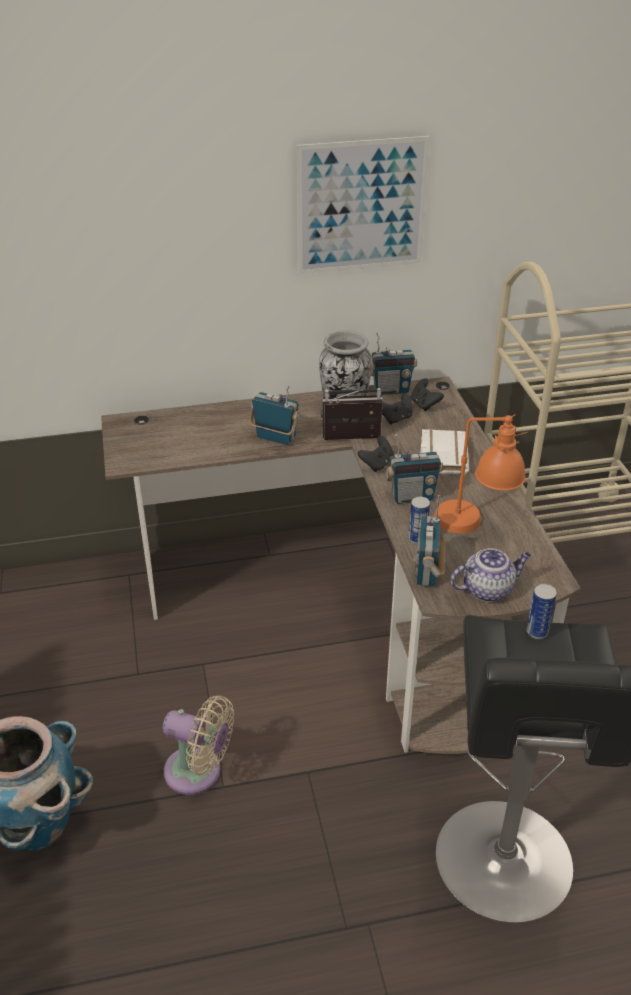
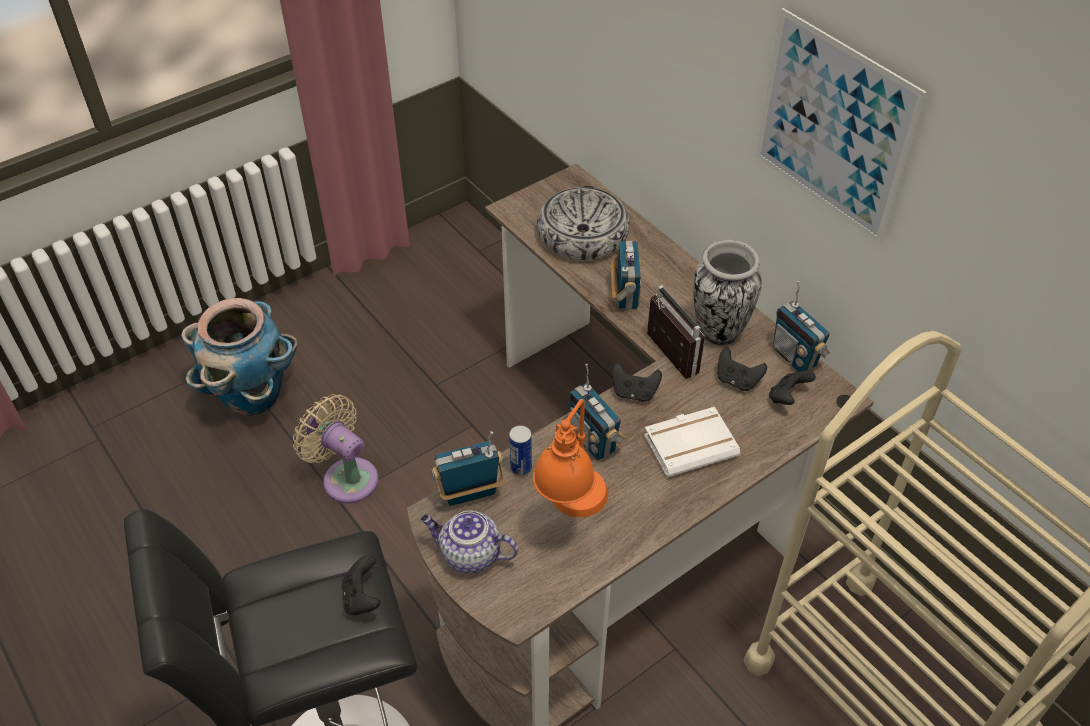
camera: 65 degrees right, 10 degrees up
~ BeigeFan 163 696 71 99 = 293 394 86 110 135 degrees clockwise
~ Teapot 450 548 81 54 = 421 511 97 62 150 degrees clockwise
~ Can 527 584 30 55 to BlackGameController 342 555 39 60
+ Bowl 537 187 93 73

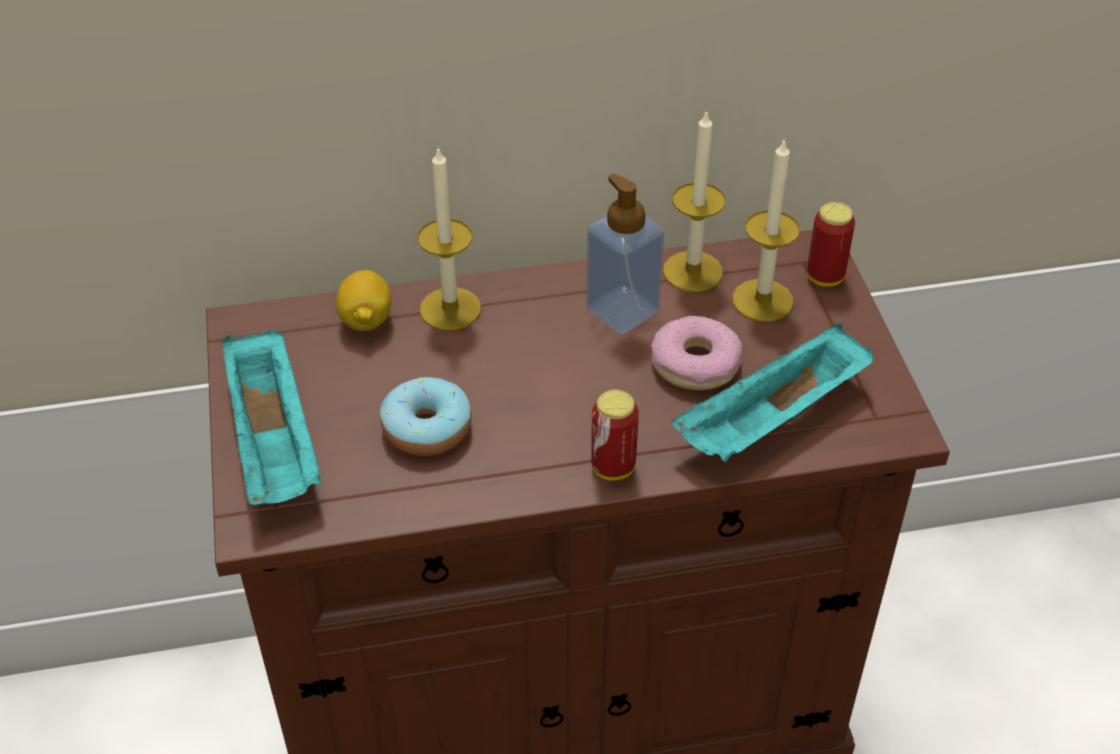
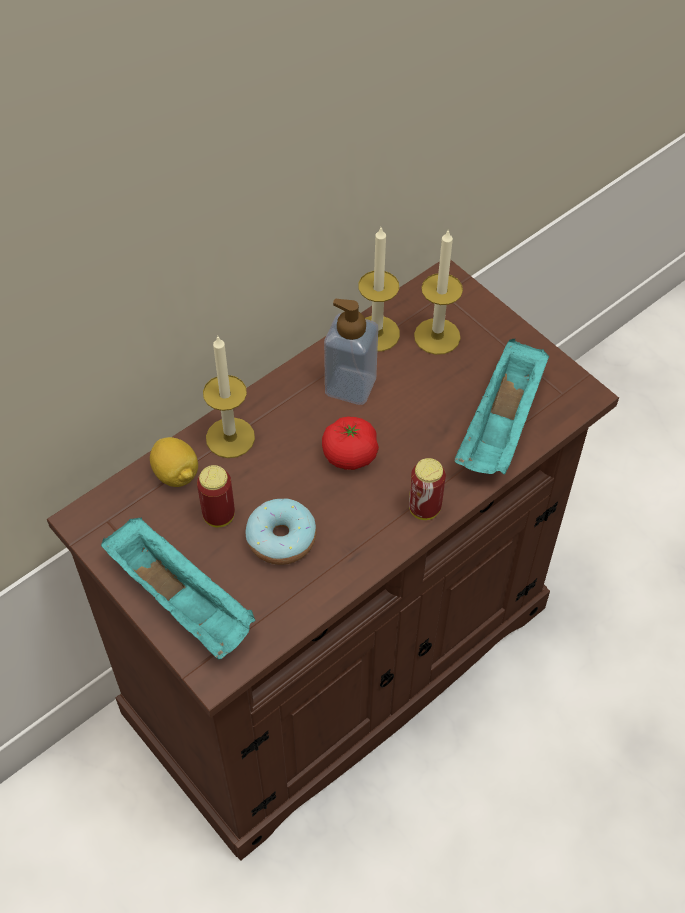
camera: 30 degrees left, 10 degrees up
- Donut 651 316 91 75
~ Can 807 202 48 85 to 197 465 38 62
+ Tomato 322 416 57 54

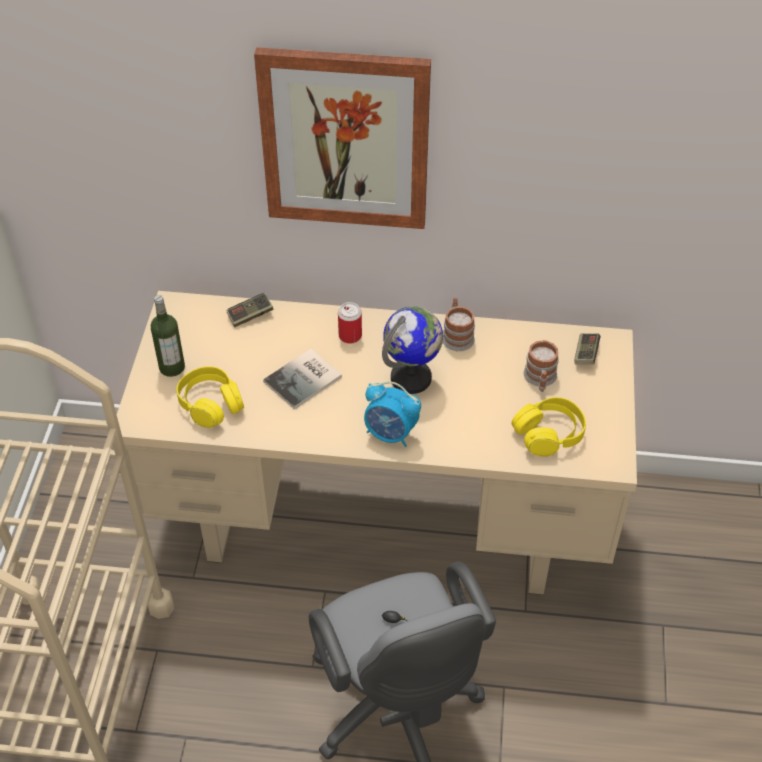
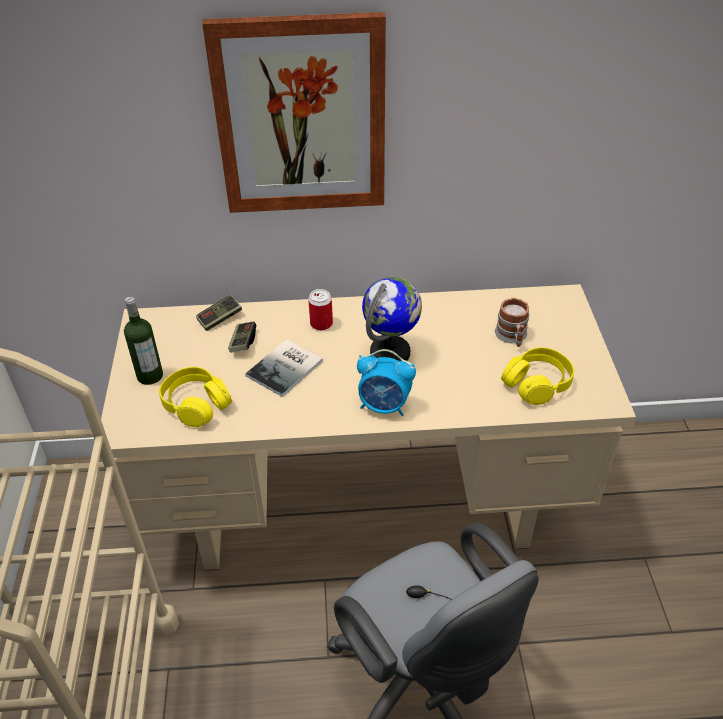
camera: 10 degrees left, 5 degrees down
- Mug 443 297 32 54
~ GameController 574 333 27 31 to 228 321 28 32

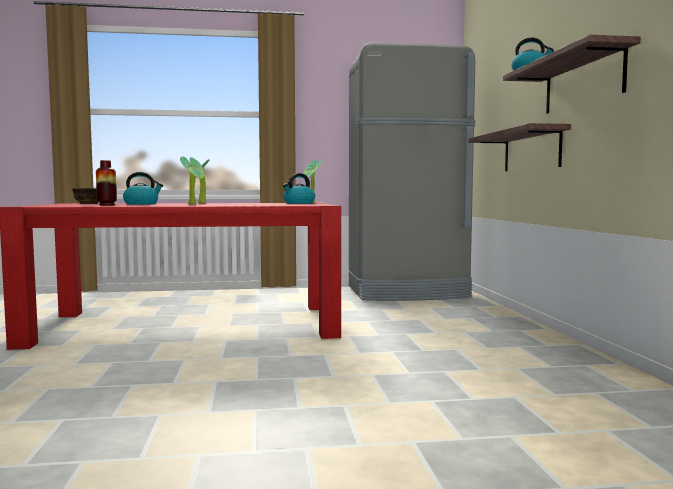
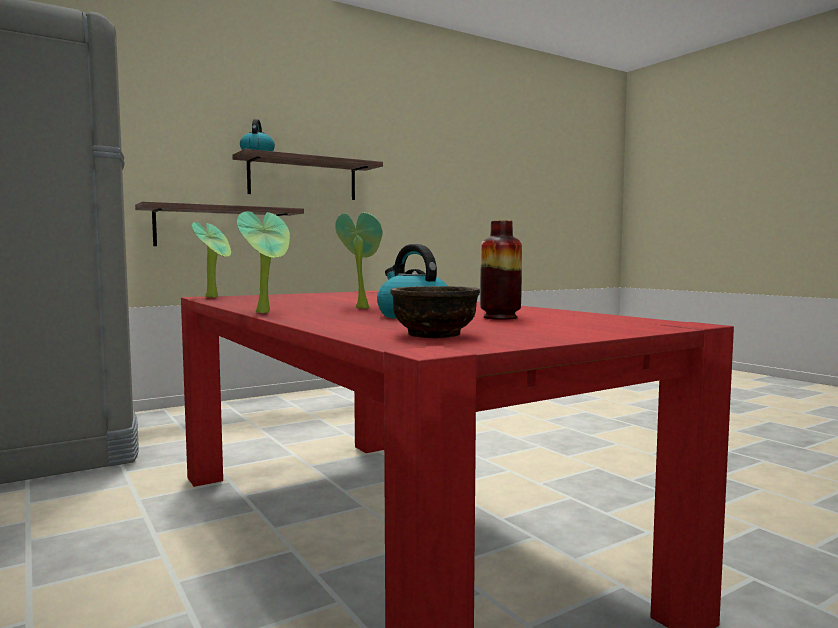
camera: 115 degrees left, 0 degrees up
- Kettle 283 173 32 31

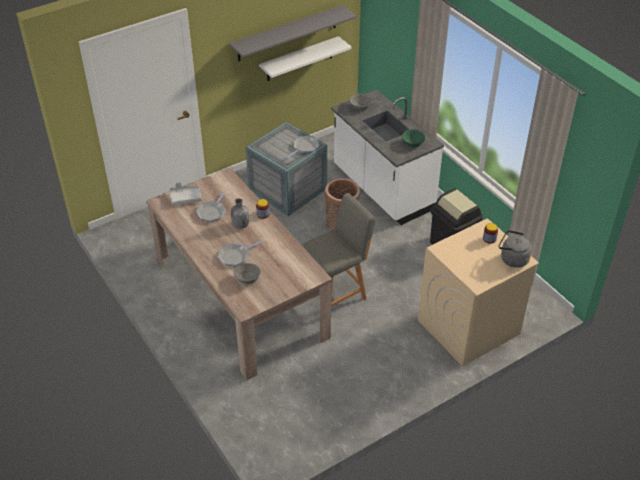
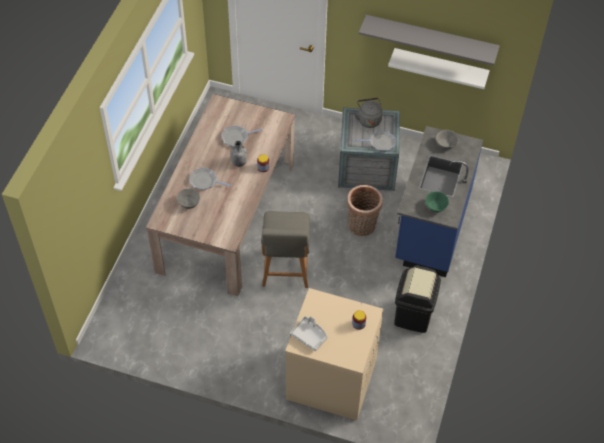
camera: 50 degrees right, 10 degrees up
~ GreyTray 169 182 33 23 to 290 316 37 35
~ GreyChair 301 193 74 114 = 261 211 49 77 75 degrees clockwise
~ WhiteCounter 331 89 113 136 to BlueCounter 395 126 88 151
~ GreyKettle 499 230 33 38 to 354 98 28 30

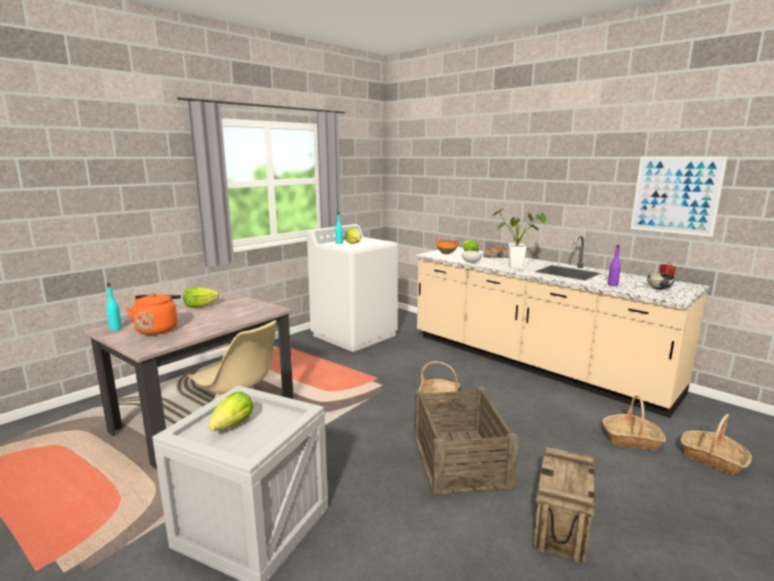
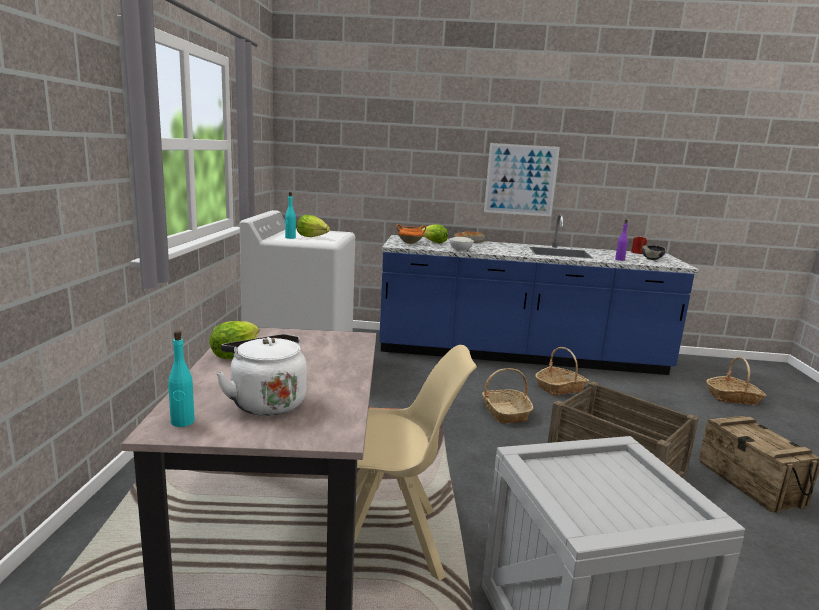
camera: 40 degrees left, 0 degrees up
~ OrangeKettle 125 293 56 42 to WhiteKettle 216 334 91 82
- Lettuce 208 391 45 40
~ BeigeCounter 415 235 295 183 to BlueCounter 379 213 320 162
- PottedPlant 493 209 54 60
~ Basket 603 395 64 56 to 535 347 54 49
~ Picture 631 157 97 80 to 484 143 76 73

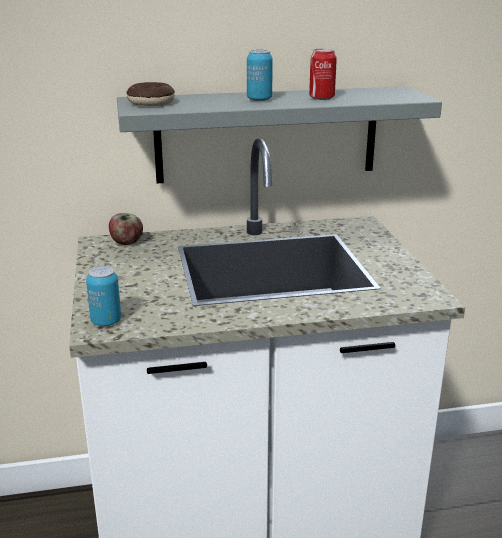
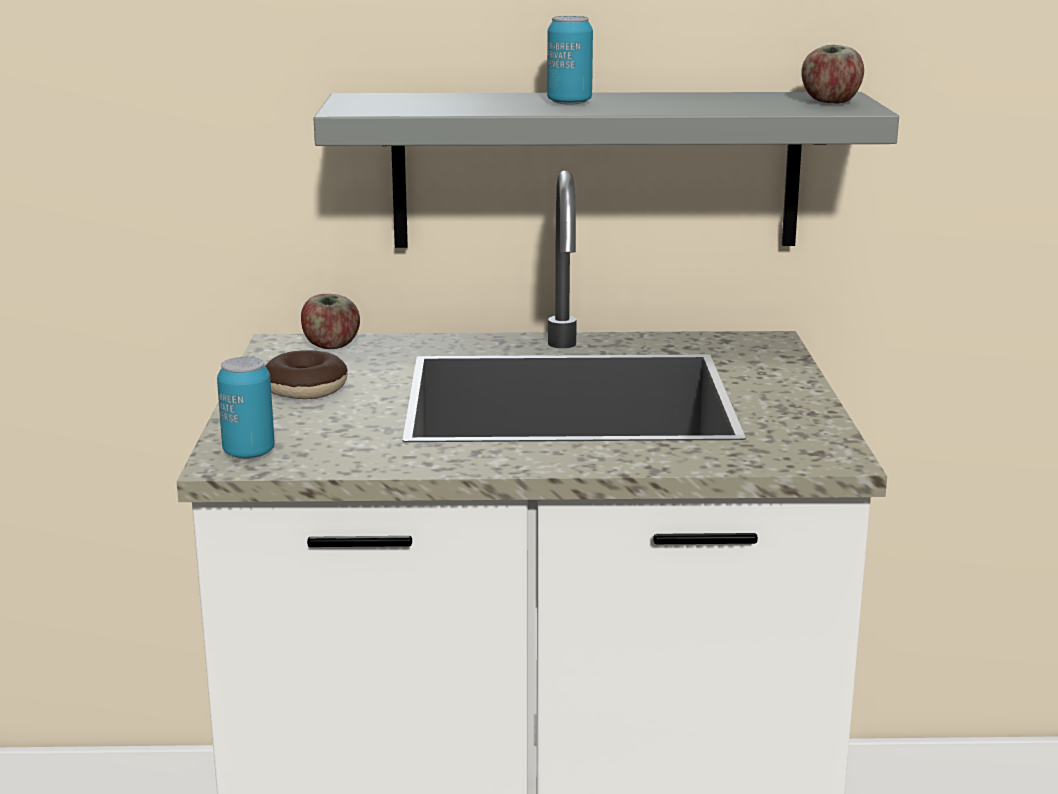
camera: 10 degrees right, 5 degrees down
~ Donut 126 82 49 24 to 265 350 83 49
- Can 309 48 28 52
+ Apple 801 45 63 59

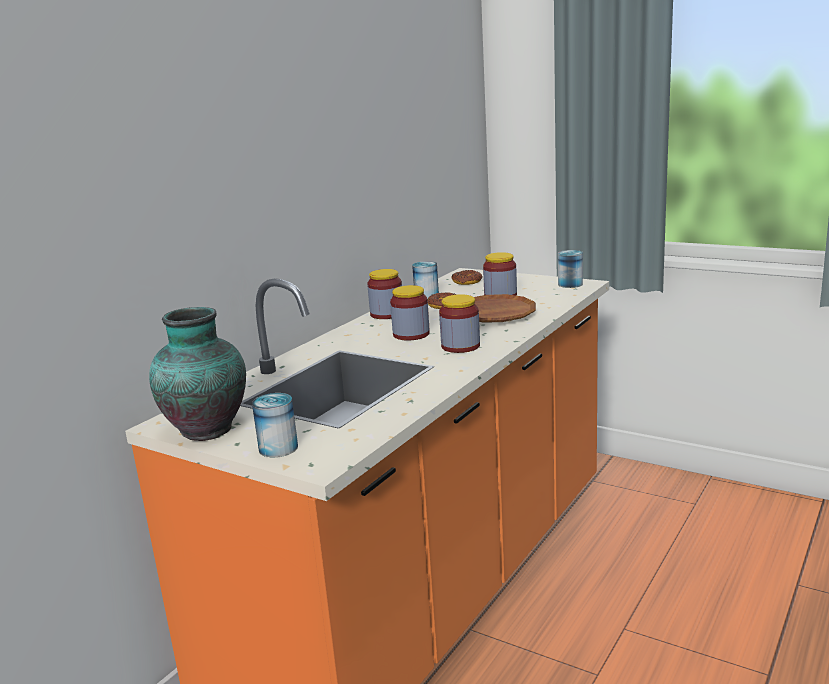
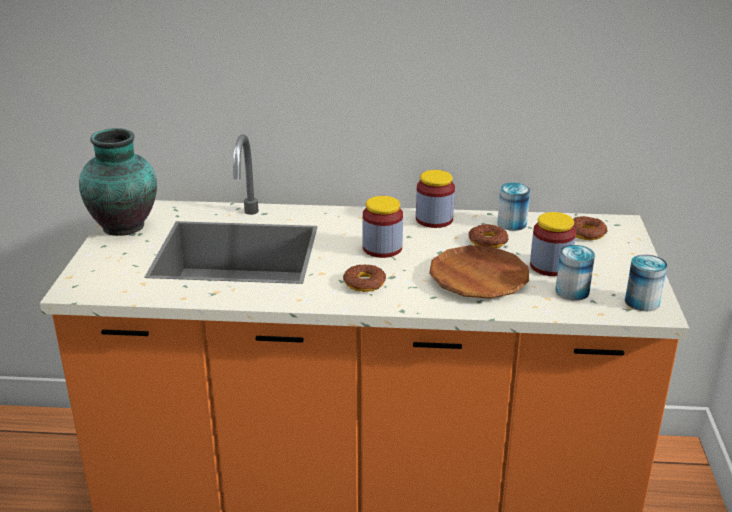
camera: 60 degrees right, 10 degrees up
~ Can 252 393 46 64 to 556 245 39 56
~ Jar 439 294 41 59 to Donut 343 264 43 28

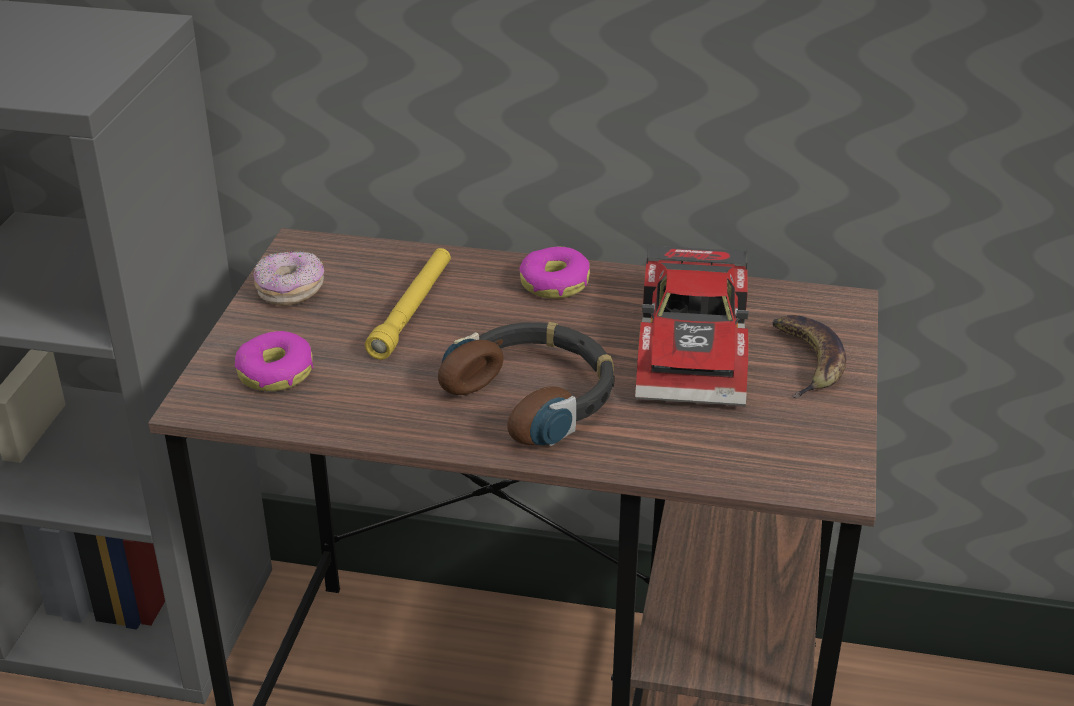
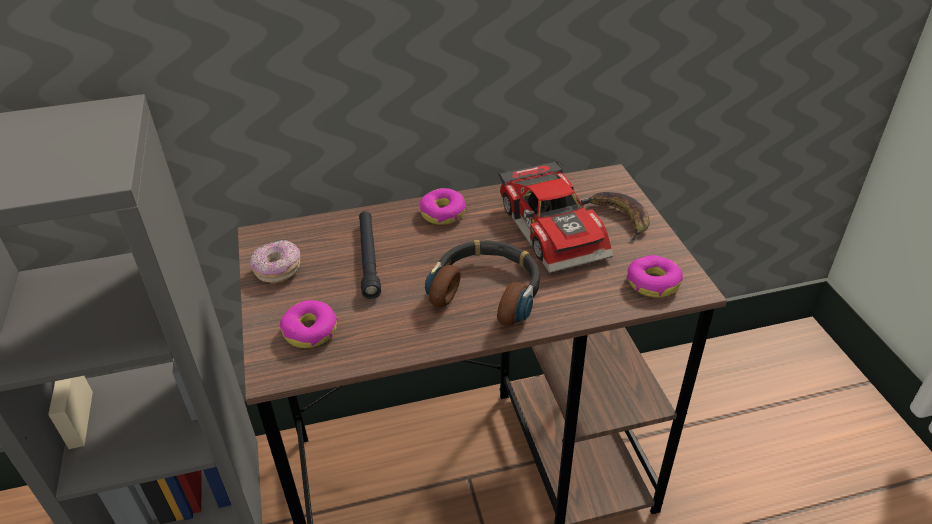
camera: 25 degrees left, 5 degrees up
~ YellowFlashlight 365 248 86 112 to BlackFlashlight 359 211 22 88
+ Donut 627 255 56 42

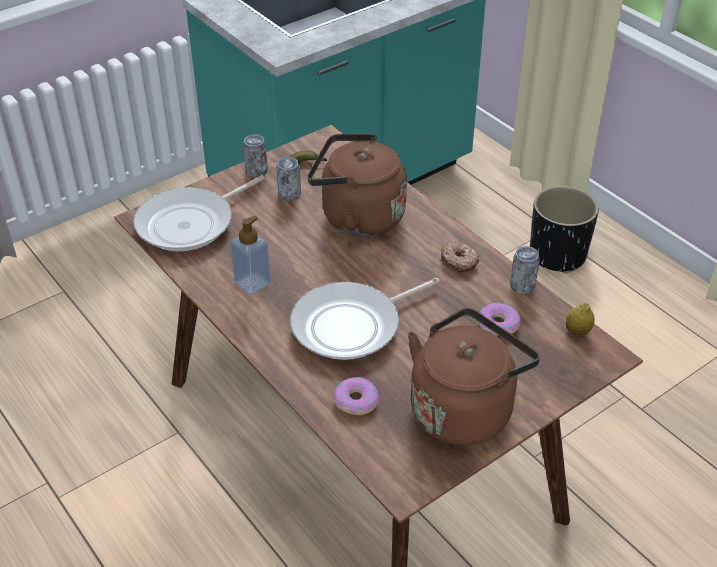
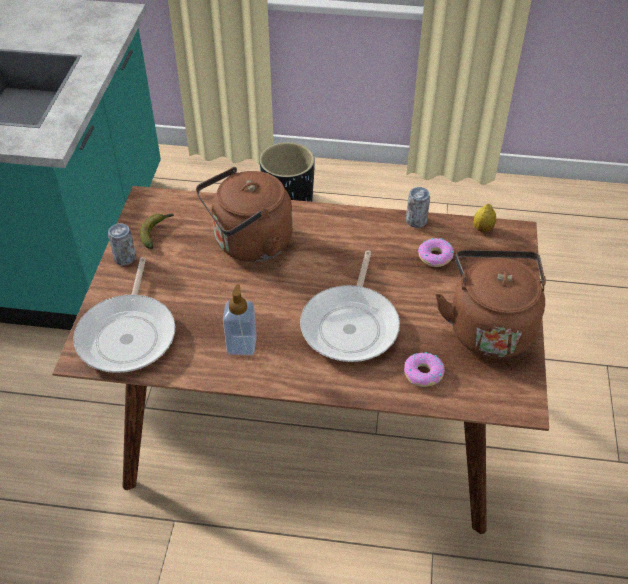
camera: 45 degrees left, 5 degrees up
- Can 276 157 25 44
- Donut 441 241 38 31

